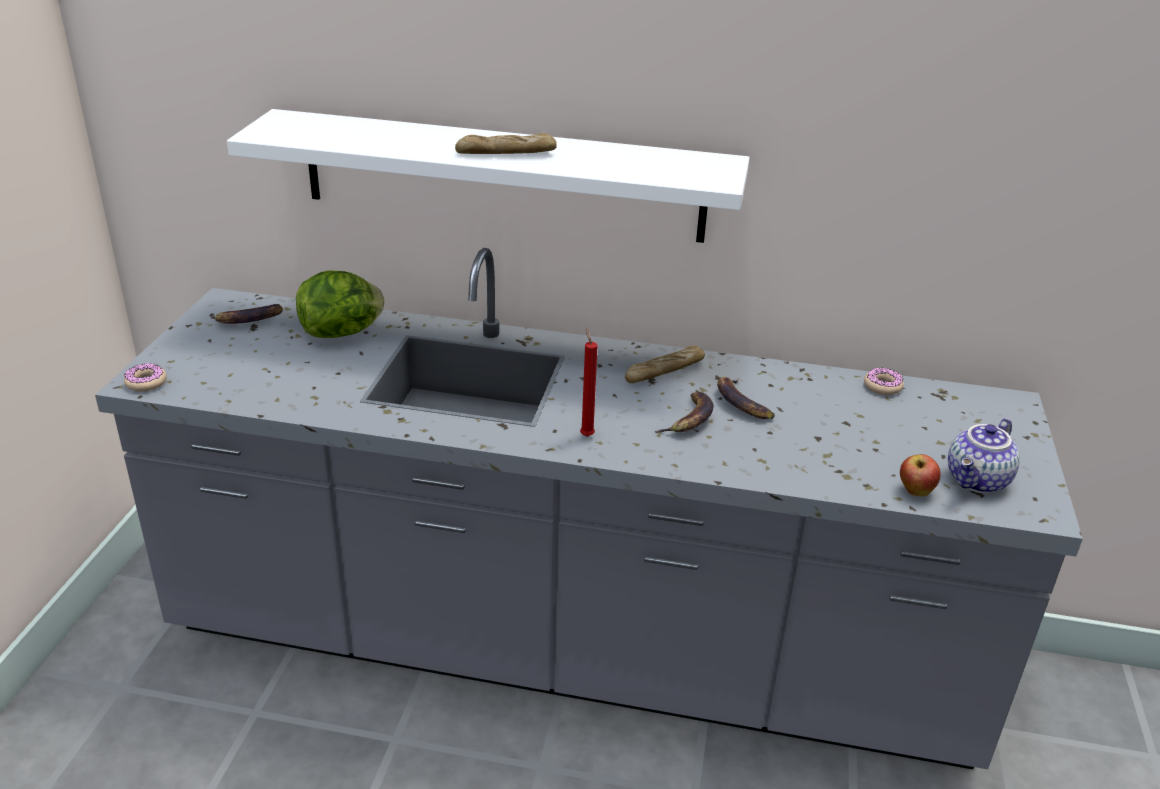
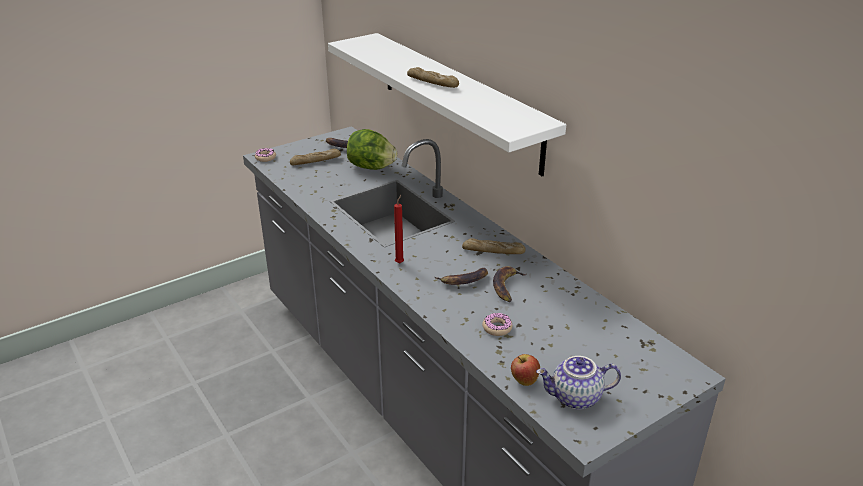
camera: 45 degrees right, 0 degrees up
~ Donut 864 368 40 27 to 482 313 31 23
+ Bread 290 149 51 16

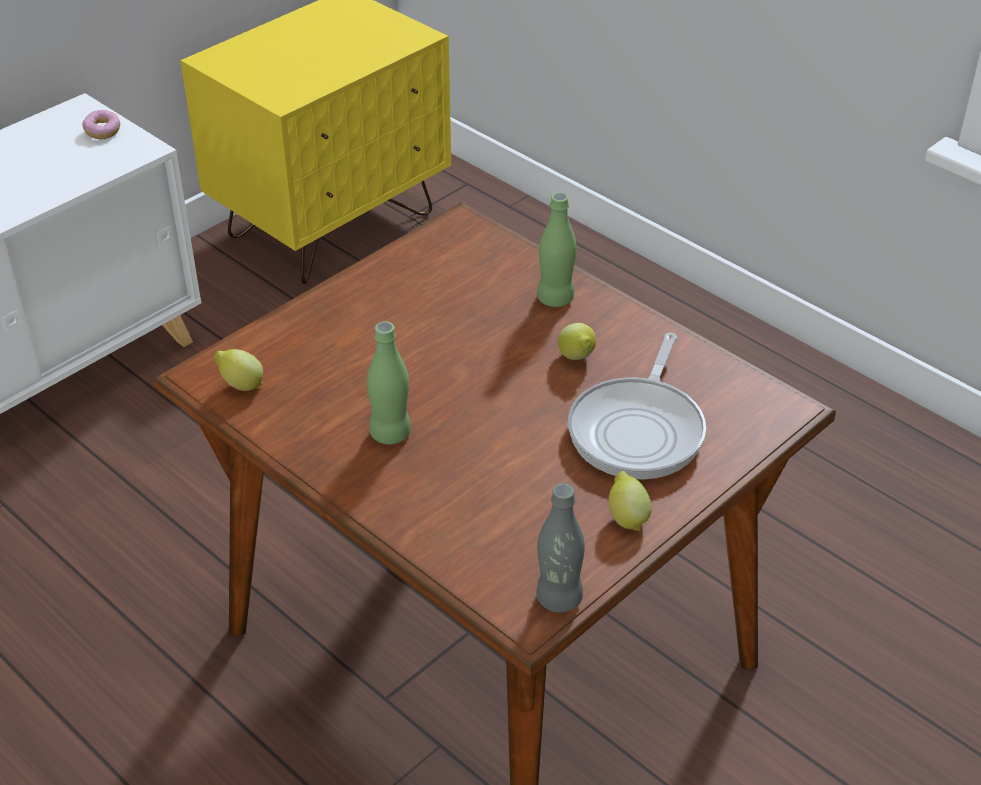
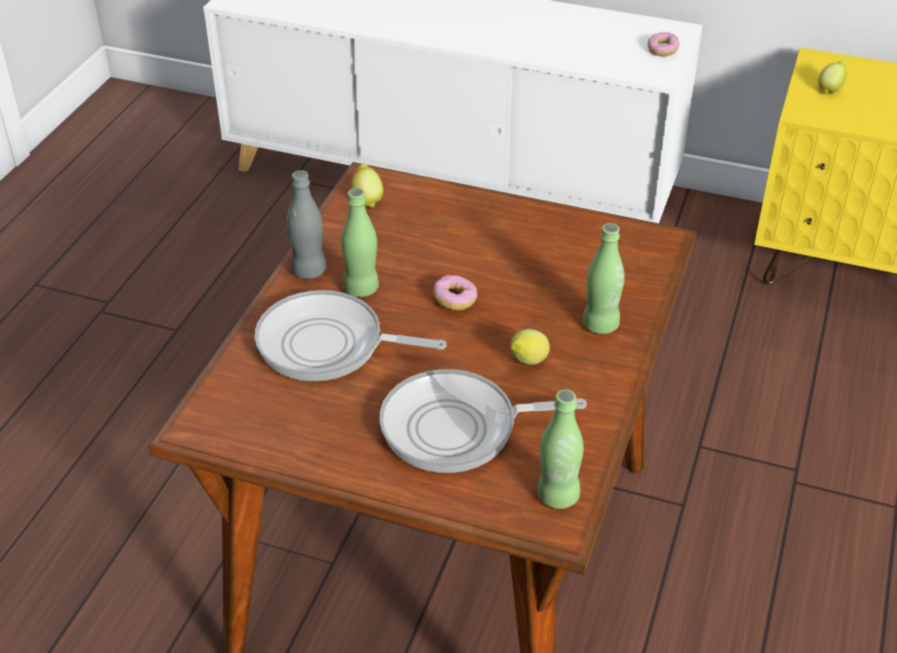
camera: 65 degrees right, 0 degrees up
~ GreyBottle 536 483 49 130 to 287 170 40 109
~ Lemon 608 471 44 60 to 818 61 29 33
+ FryingPan 255 290 192 91
+ Donut 433 275 44 35
+ GreenBottle 537 389 47 120

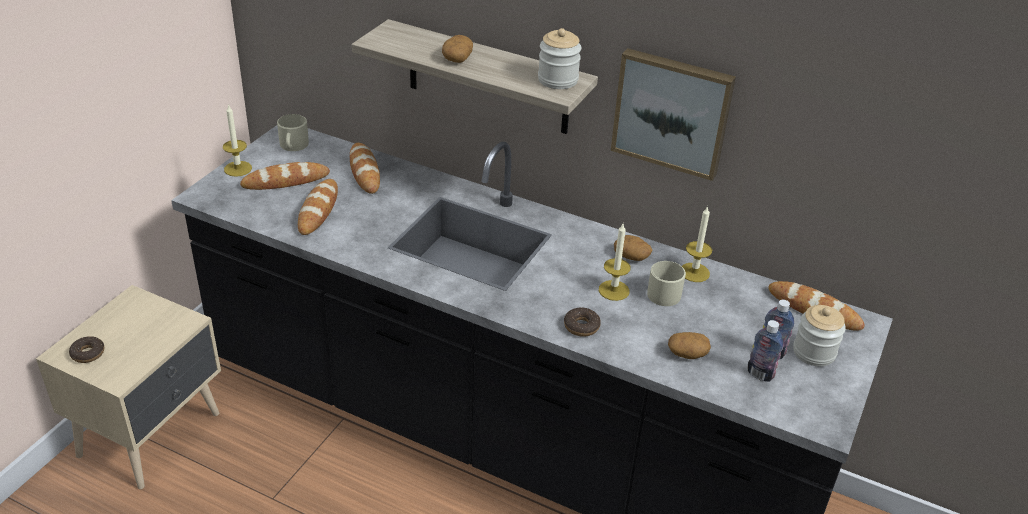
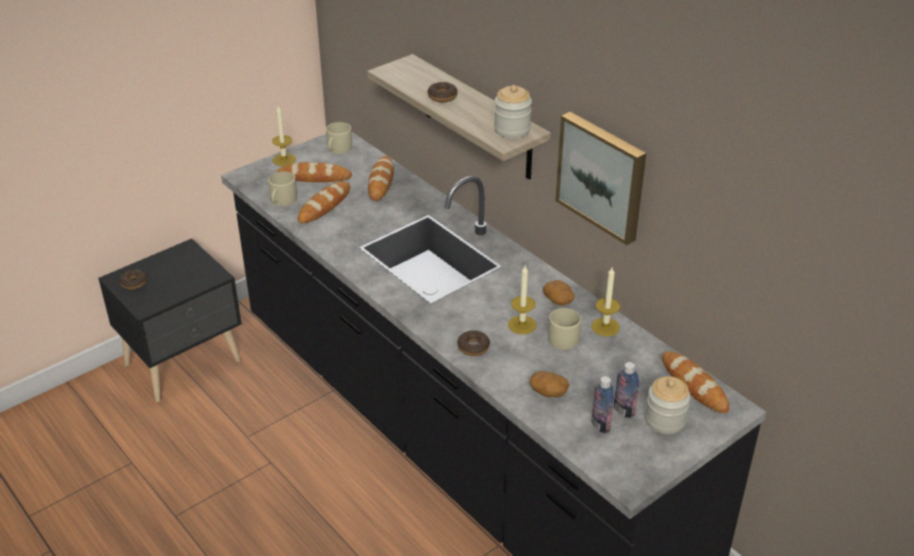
camera: 25 degrees right, 0 degrees up
~ BeigeNightstand 36 285 185 204 to BlackNightstand 98 239 144 163
~ Potato 442 35 31 28 to Donut 427 82 31 20
+ BeigeMug 268 171 29 35

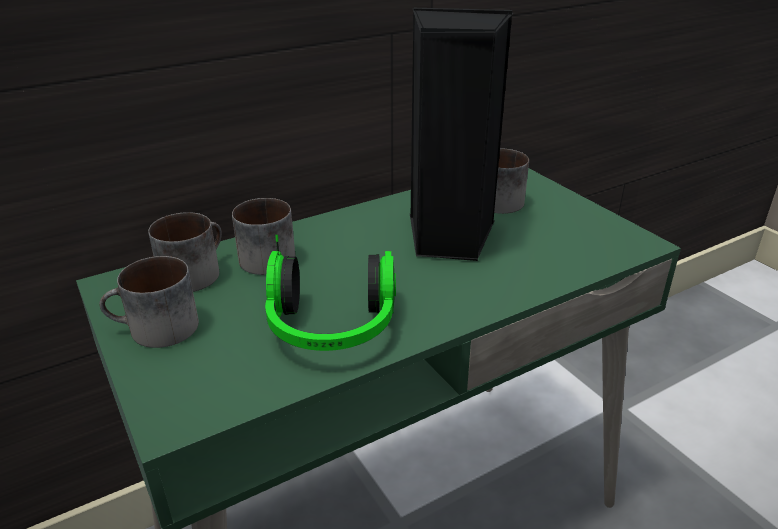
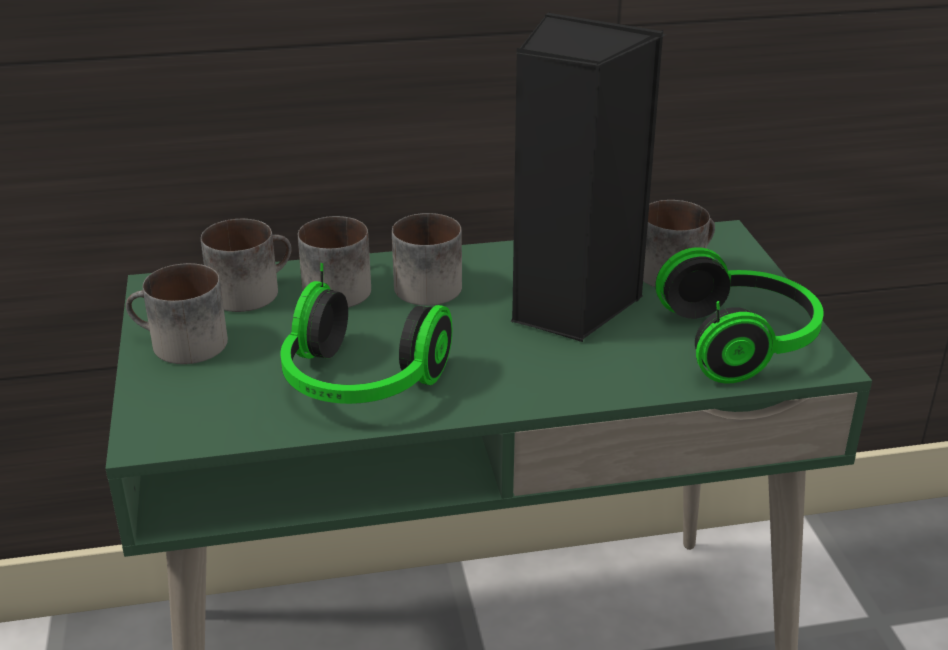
camera: 20 degrees right, 0 degrees up
+ Mug 392 213 70 93
+ Headphones 656 247 168 136

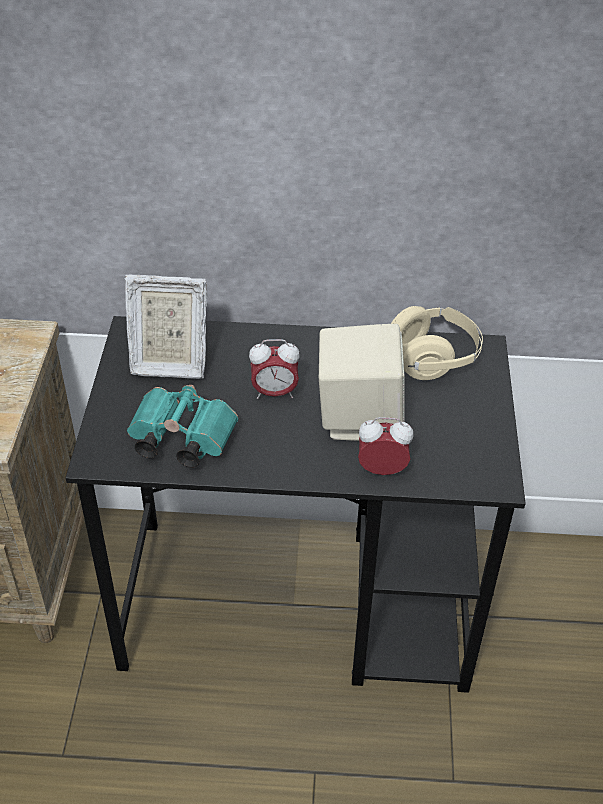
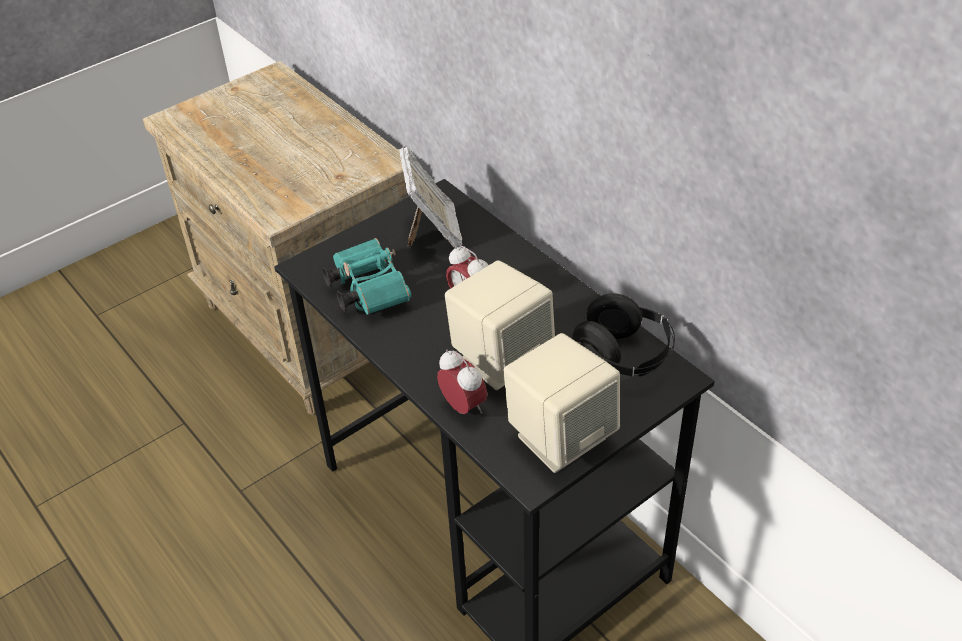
camera: 50 degrees right, 0 degrees up
~ PictureFrame 124 275 83 104 = 399 147 63 101 150 degrees counterclockwise
~ BeigeHeadphones 391 306 92 74 to BlackHeadphones 572 293 103 84
+ BeigeSpeaker 503 333 117 140

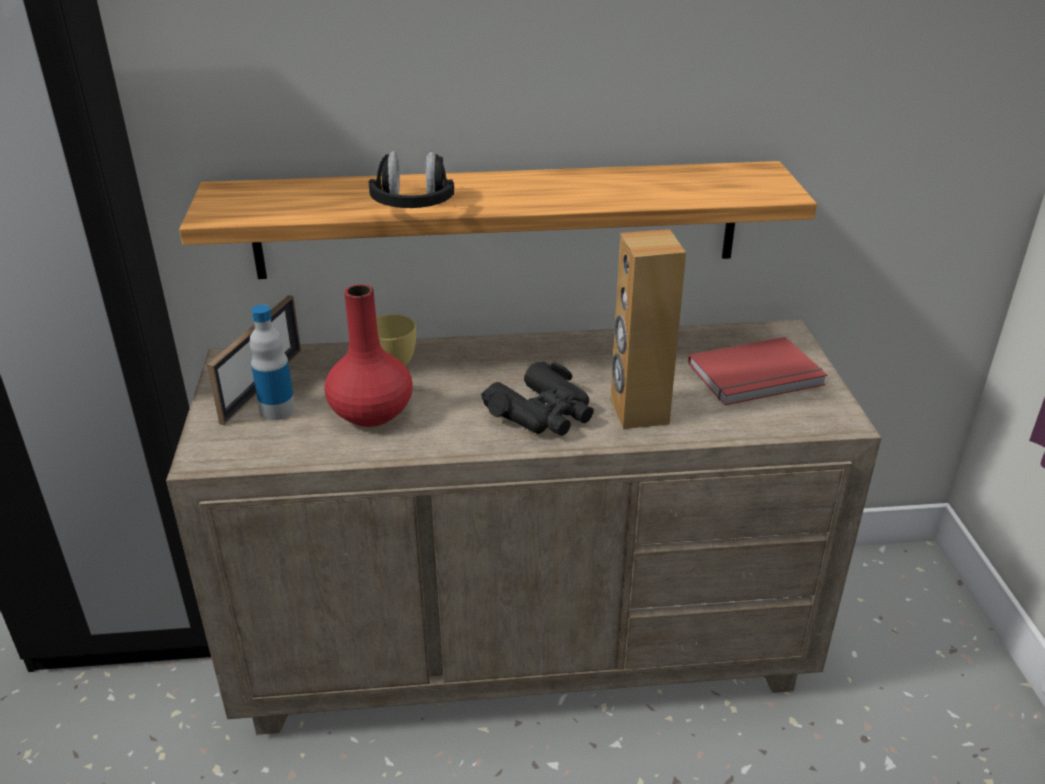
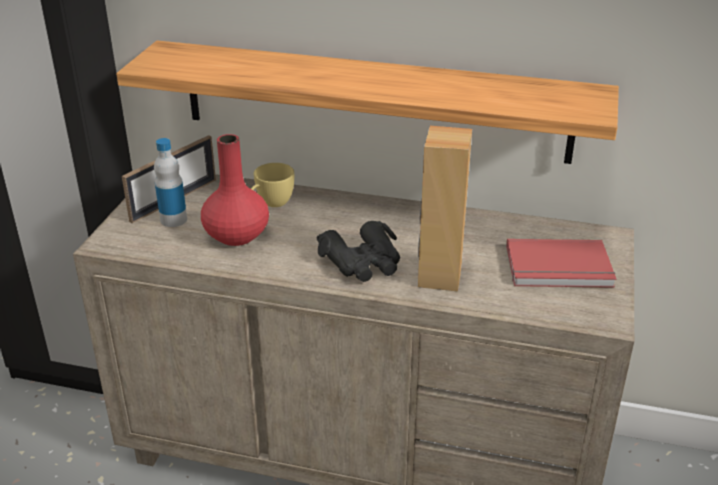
camera: 20 degrees right, 0 degrees up
- BlackHeadphones 369 151 85 57

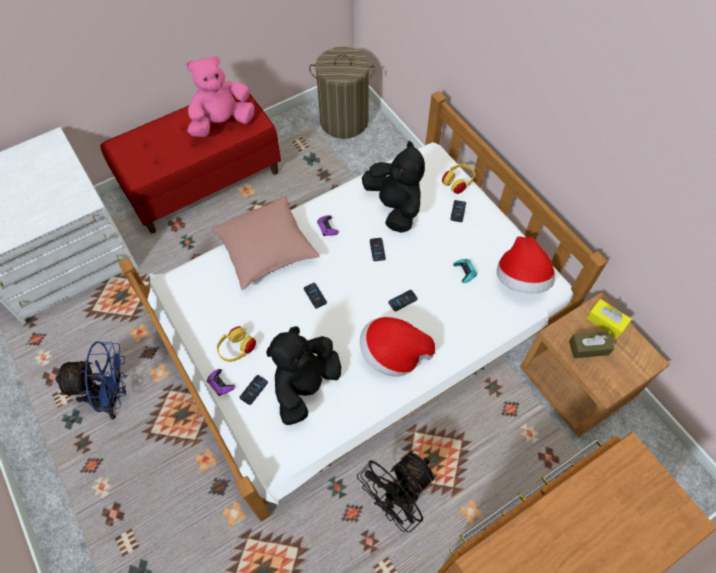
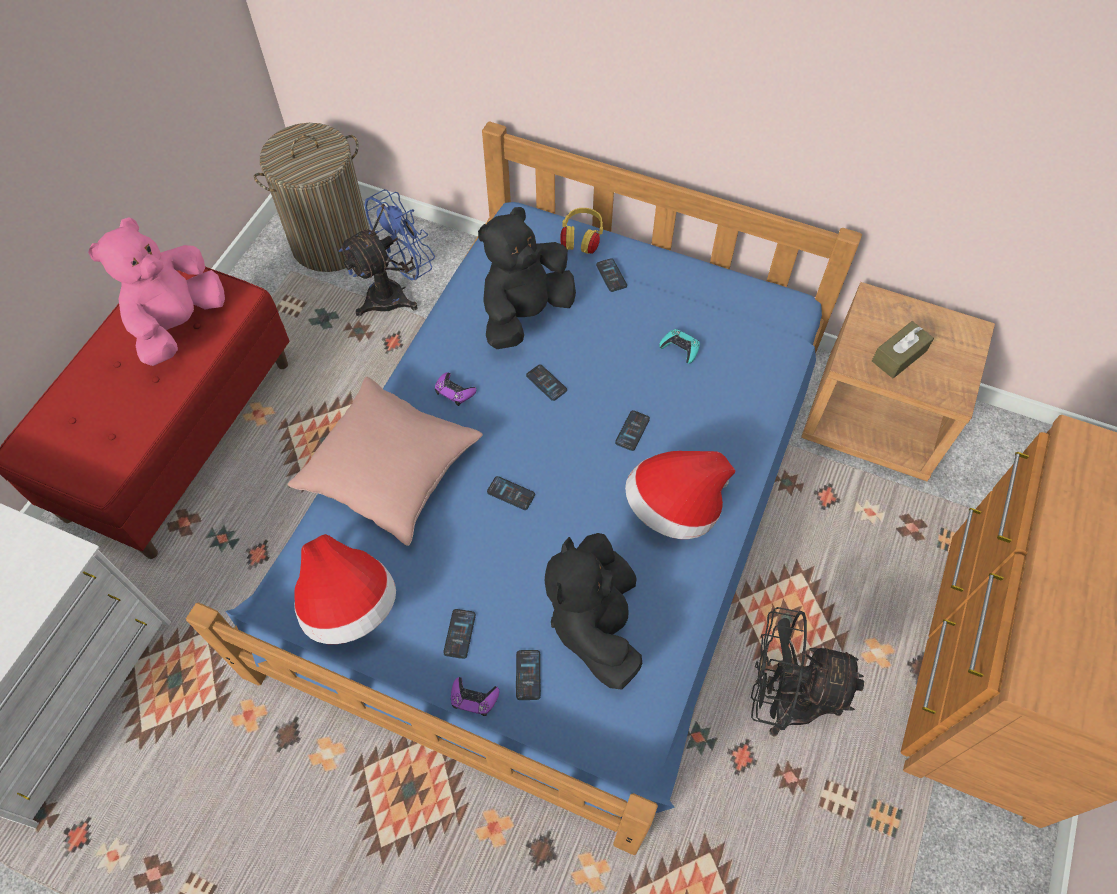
camera: 35 degrees left, 0 degrees up
~ BlueFan 54 342 74 77 to 338 189 97 127
~ WhiteBed 118 91 490 431 to BlueBed 186 121 676 734
~ YellowHeadphones 217 326 39 36 to Phone 443 609 33 50
~ BlackFan 357 450 80 82 = 751 607 113 130 90 degrees clockwise
~ BlackPlushToy 362 141 63 92 = 478 207 98 142 75 degrees counterclockwise
~ Hat 497 236 58 57 to 294 534 102 110
- YellowTissueBox 586 299 46 40

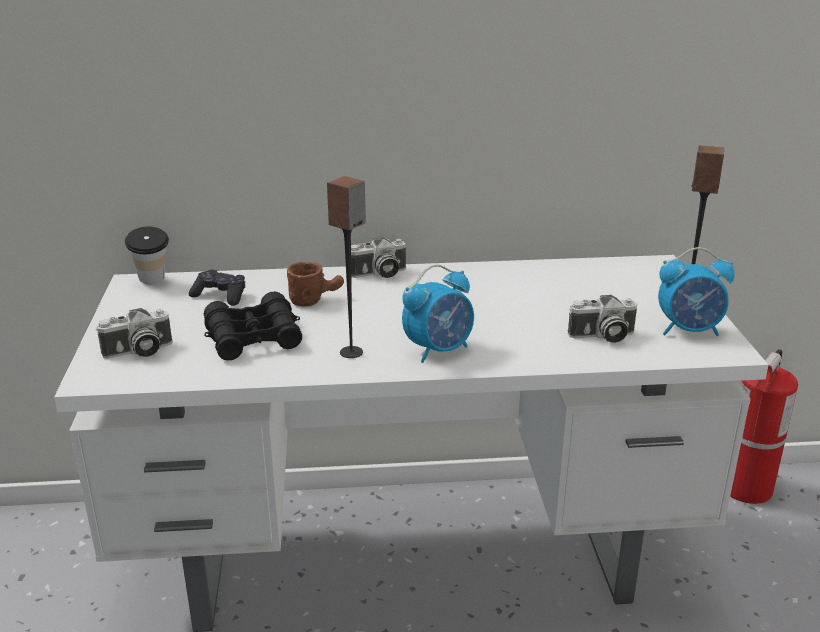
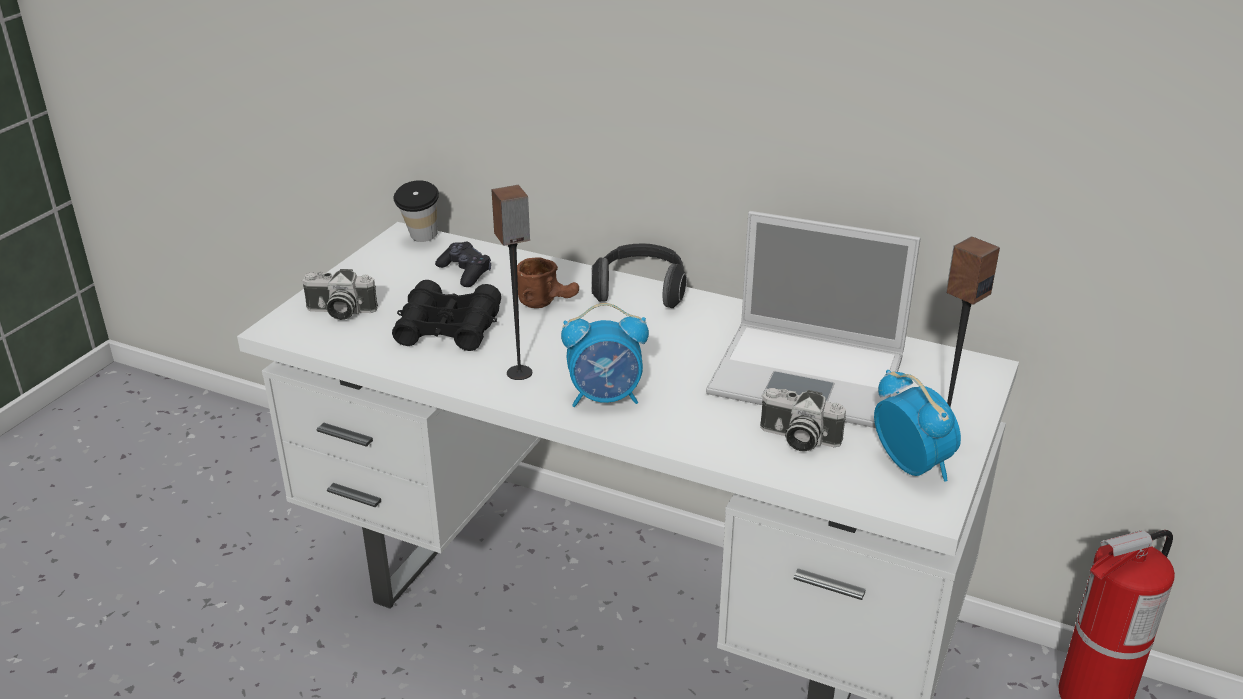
camera: 30 degrees right, 5 degrees up
~ PhotoCamera 351 237 55 41 to Headphones 591 244 96 64
~ AlarmClock 658 247 77 89 = 874 370 87 112 150 degrees counterclockwise
+ Laptop 706 211 215 217

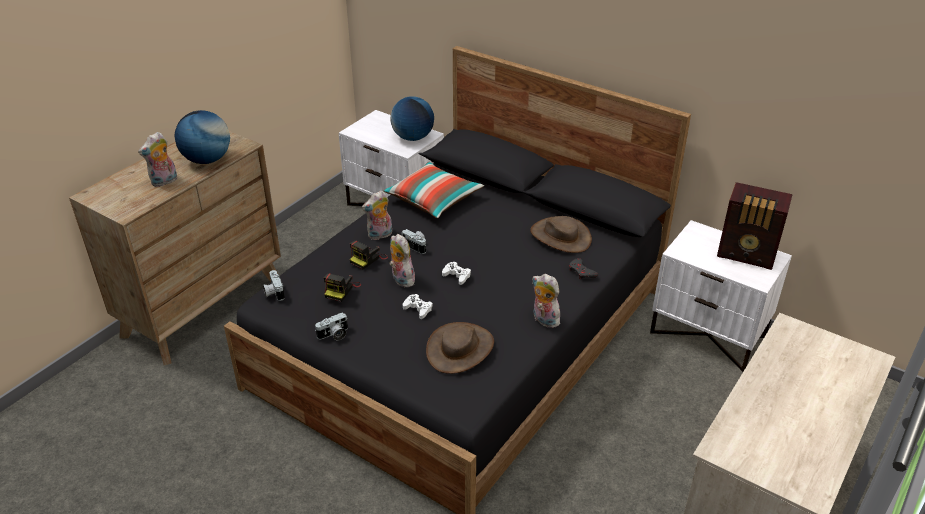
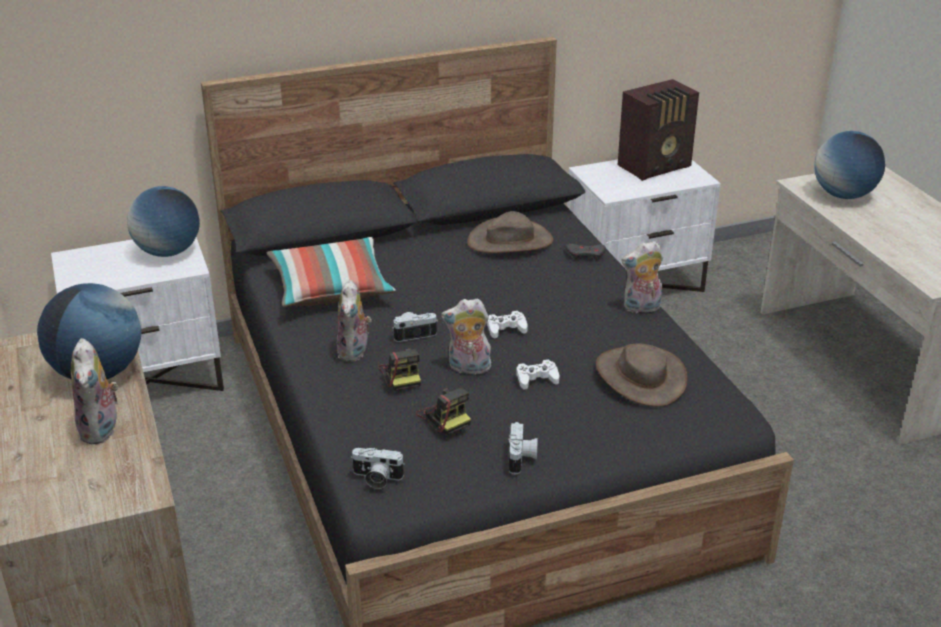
camera: 55 degrees left, 5 degrees down
+ Globe 815 131 70 68

